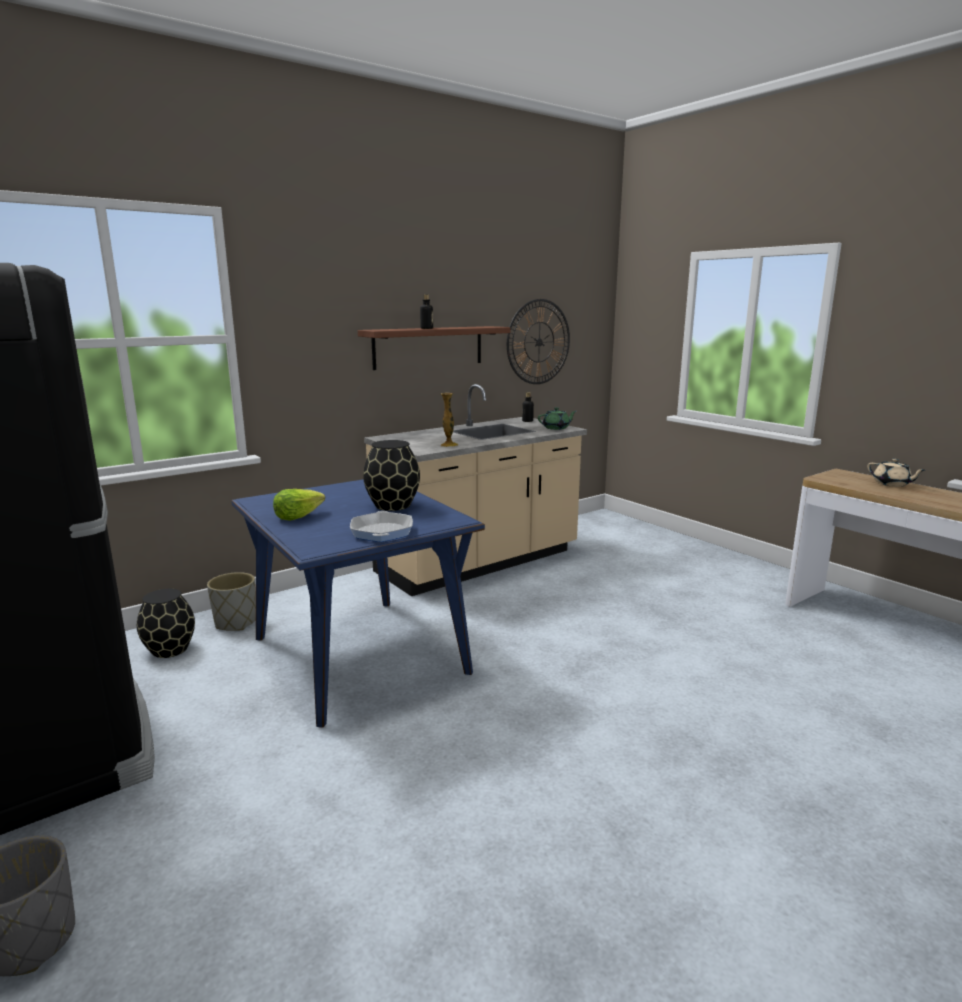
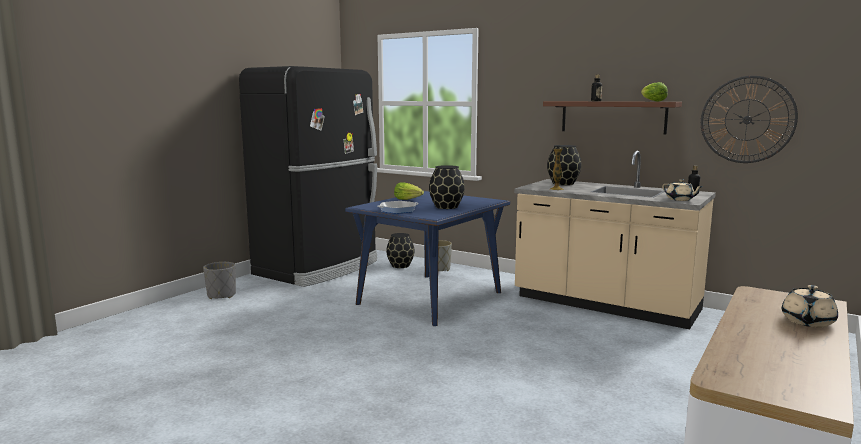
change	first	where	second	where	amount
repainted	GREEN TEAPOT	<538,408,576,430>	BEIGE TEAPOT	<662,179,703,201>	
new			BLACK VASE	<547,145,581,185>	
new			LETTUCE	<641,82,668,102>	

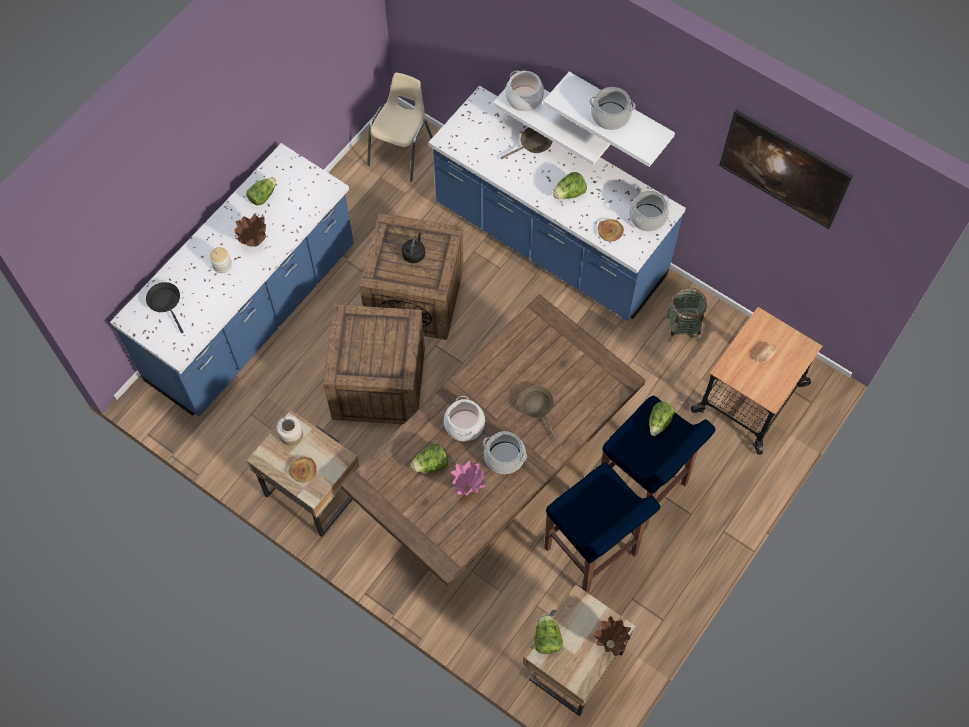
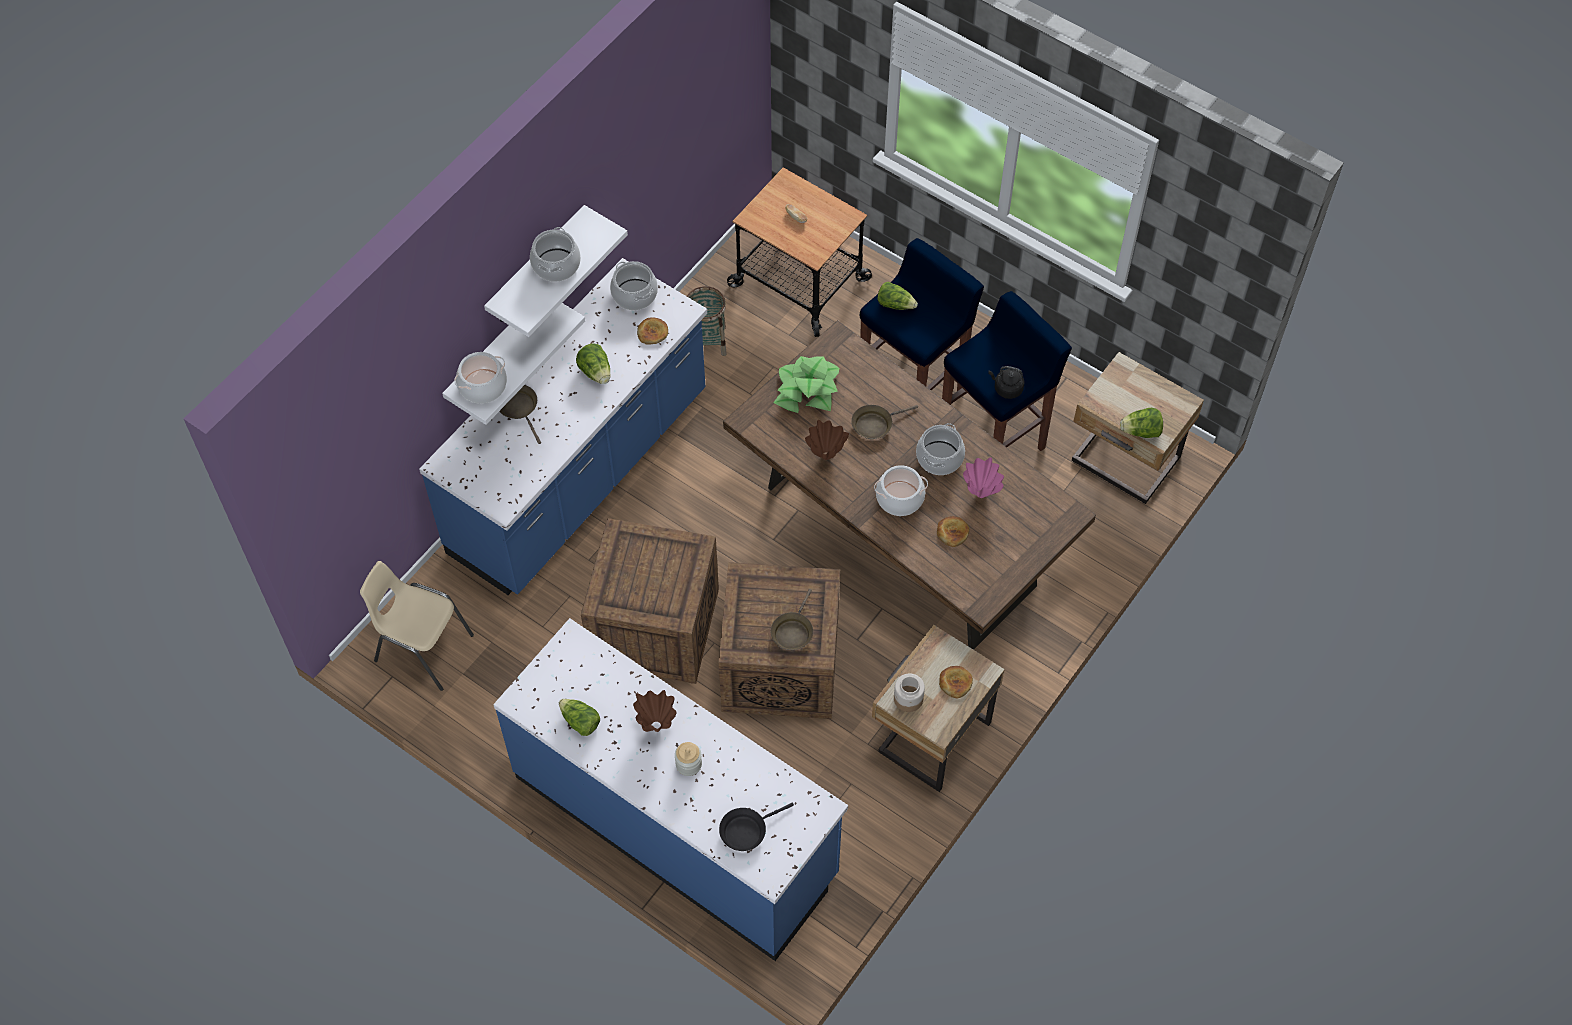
change	first	where	second	where	amount
shifted	BLACK KETTLE	<402,233,425,263>		<988,366,1025,399>	
swapped	LETTUCE	<411,444,448,473>	BREAD	<937,516,969,547>	
shifted	BROWN VASE	<594,616,631,656>		<805,420,849,460>	
gone	PICTURE	<719,110,853,229>			
new			BROWN FRYING PAN	<771,589,813,650>	
new			POTTED PLANT	<774,356,839,413>	

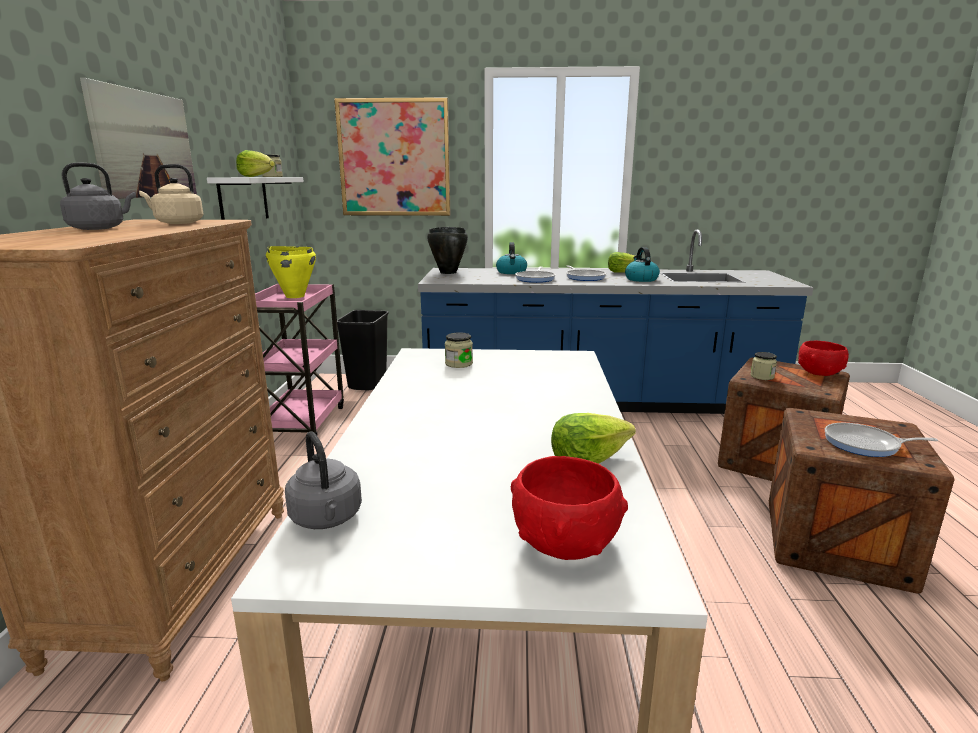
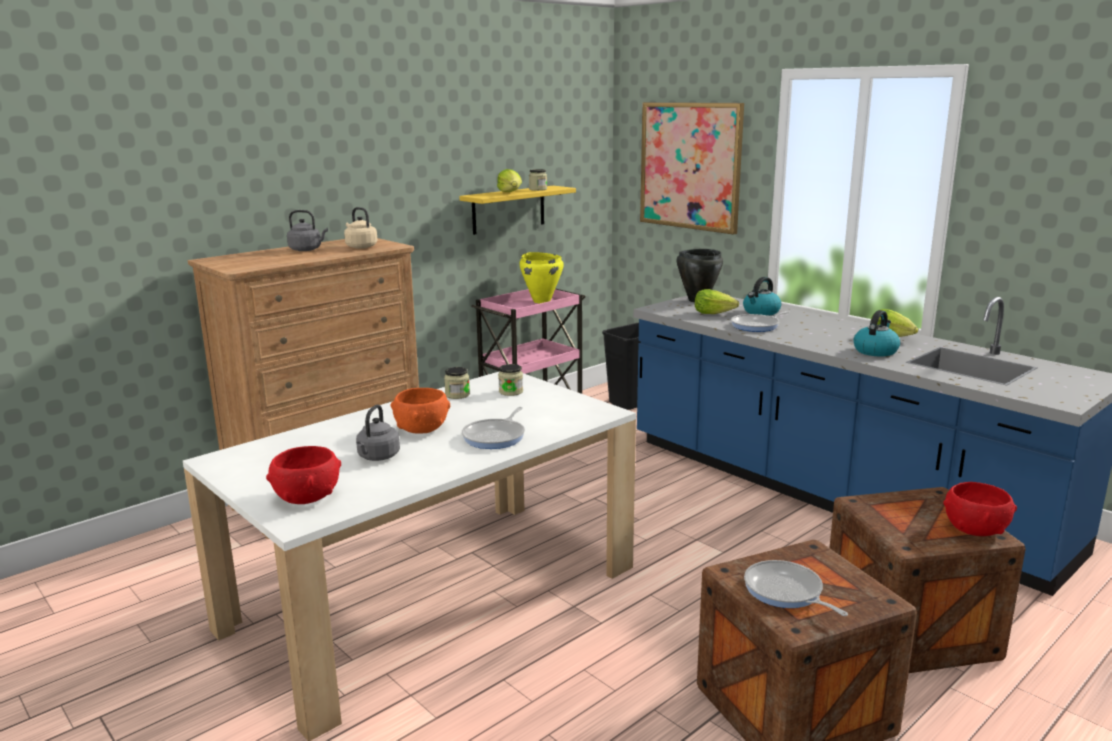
change	first	where	second	where	amount
gone	PICTURE	<80,78,197,199>			
repainted	WHITE SHELF	<207,177,304,220>	YELLOW SHELF	<459,186,576,235>	
shifted	GREY KETTLE	<285,432,362,529>		<356,405,400,461>	
shifted	LETTUCE	<551,413,636,464>		<695,289,739,314>	
shifted	FRYING PAN	<566,265,606,281>		<462,407,525,449>	
shifted	JAR	<751,352,777,380>		<444,367,470,399>	
new			ORANGE BOWL	<391,388,450,433>	

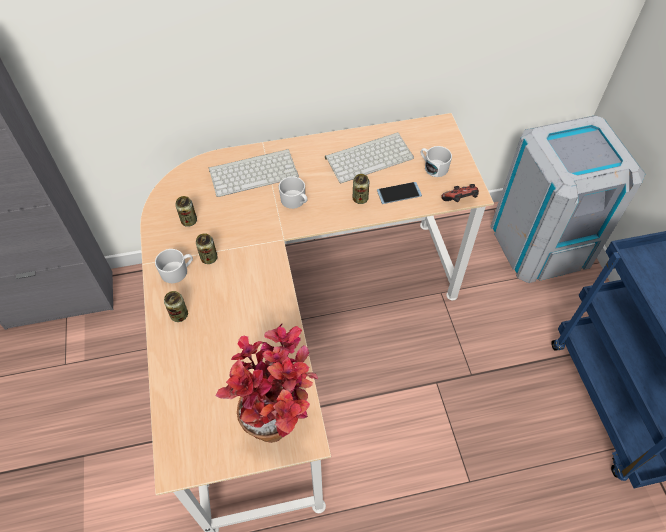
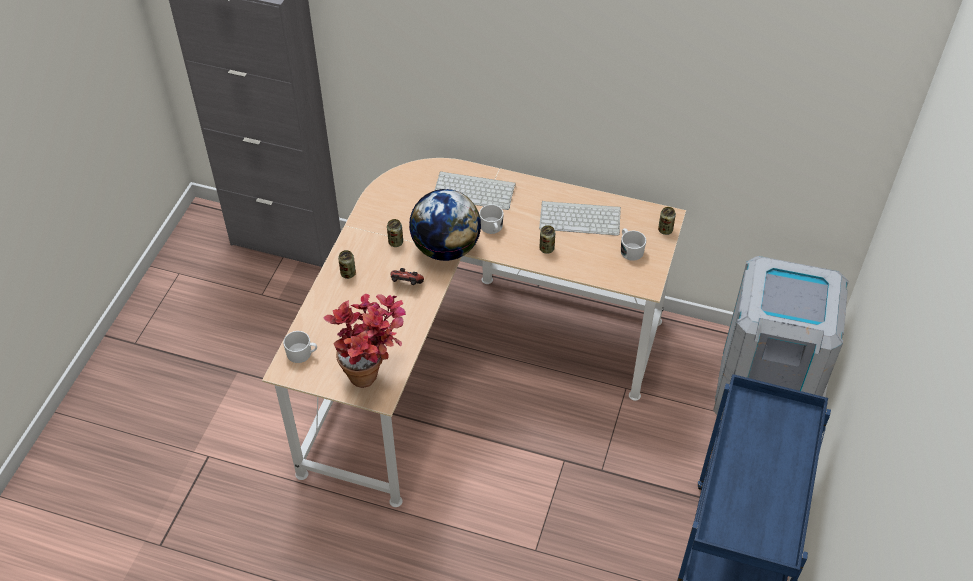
change	first	where	second	where	amount
shifted	WHITE MUG	<155,249,193,283>		<283,331,317,363>	
shifted	CAN	<175,196,197,227>		<658,207,676,235>	
gone	PHONE	<377,182,422,204>			
shifted	GAME CONTROLLER	<441,184,479,202>		<390,268,424,285>	
new			GLOBE	<409,189,481,261>	

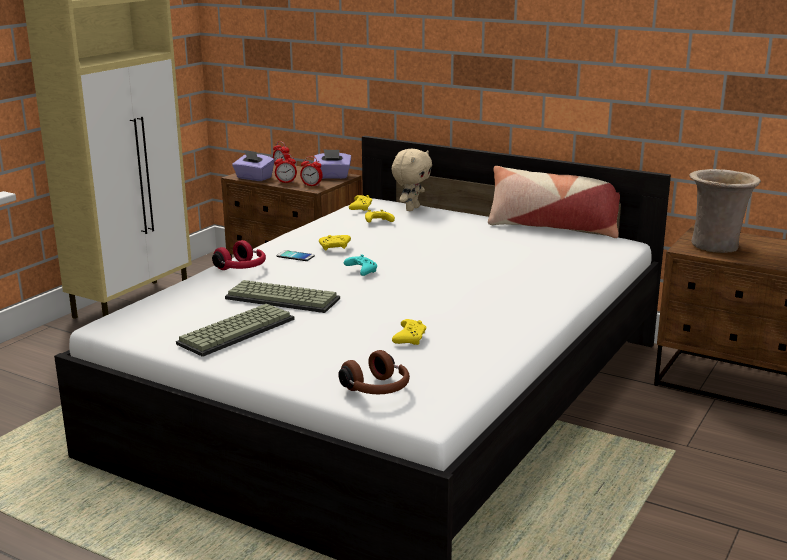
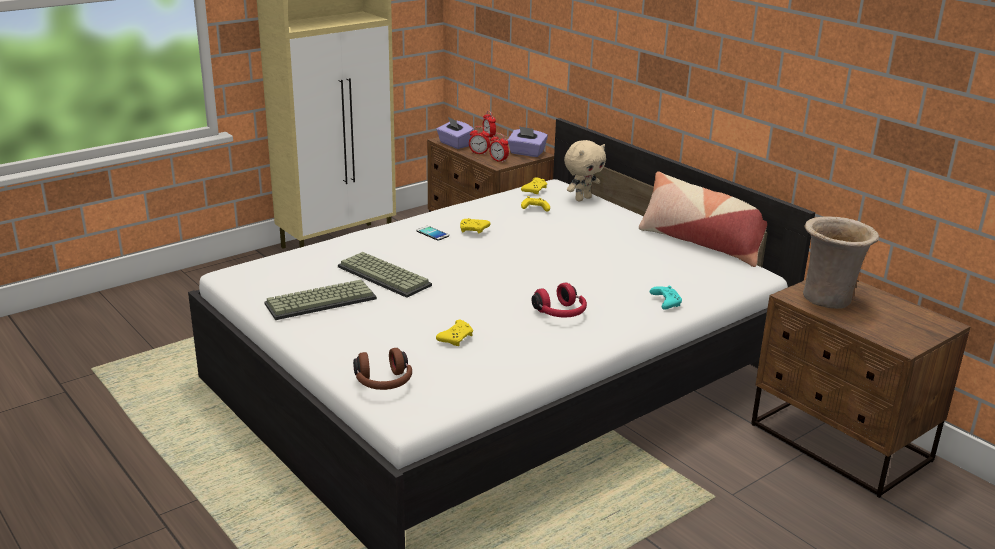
change	first	where	second	where	amount
shifted	RED HEADPHONES	<212,240,266,270>		<532,283,587,318>	
shifted	TURQUOISE GAME CONTROLLER	<344,254,377,276>		<650,286,682,310>	

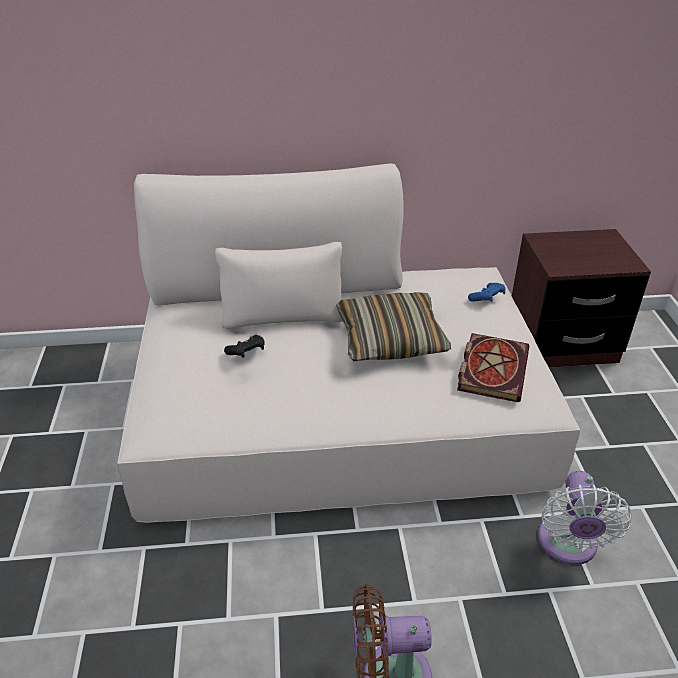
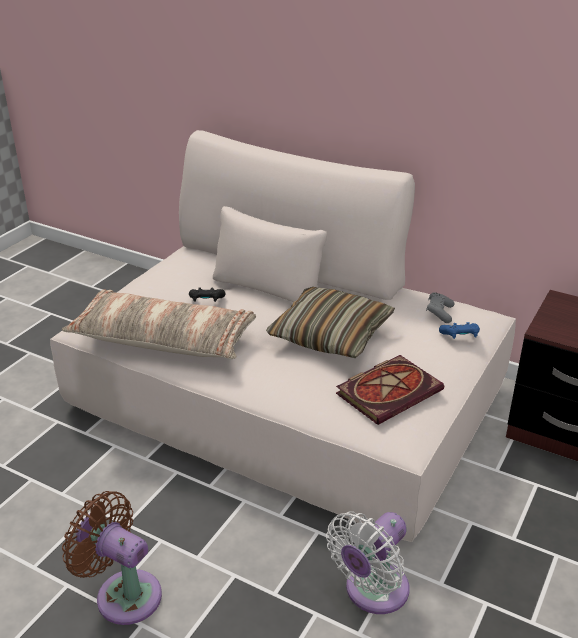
change	first	where	second	where	amount
new			PILLOW	<62,289,256,359>	
new			GREY GAME CONTROLLER	<426,292,454,323>	

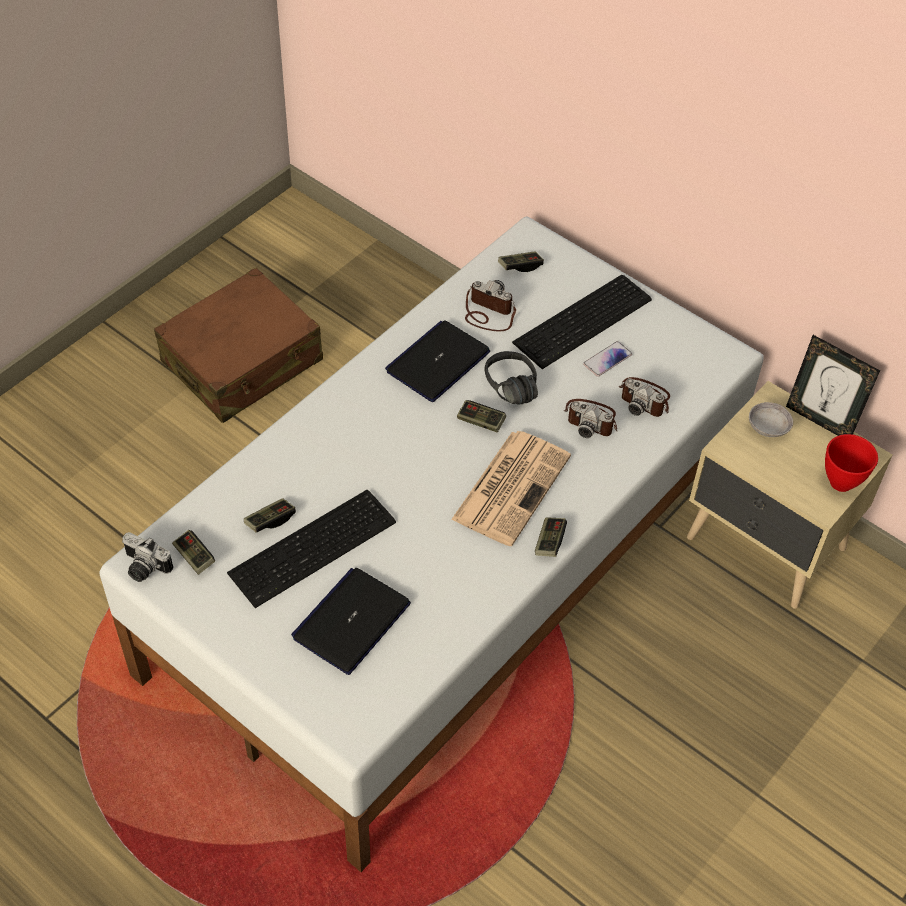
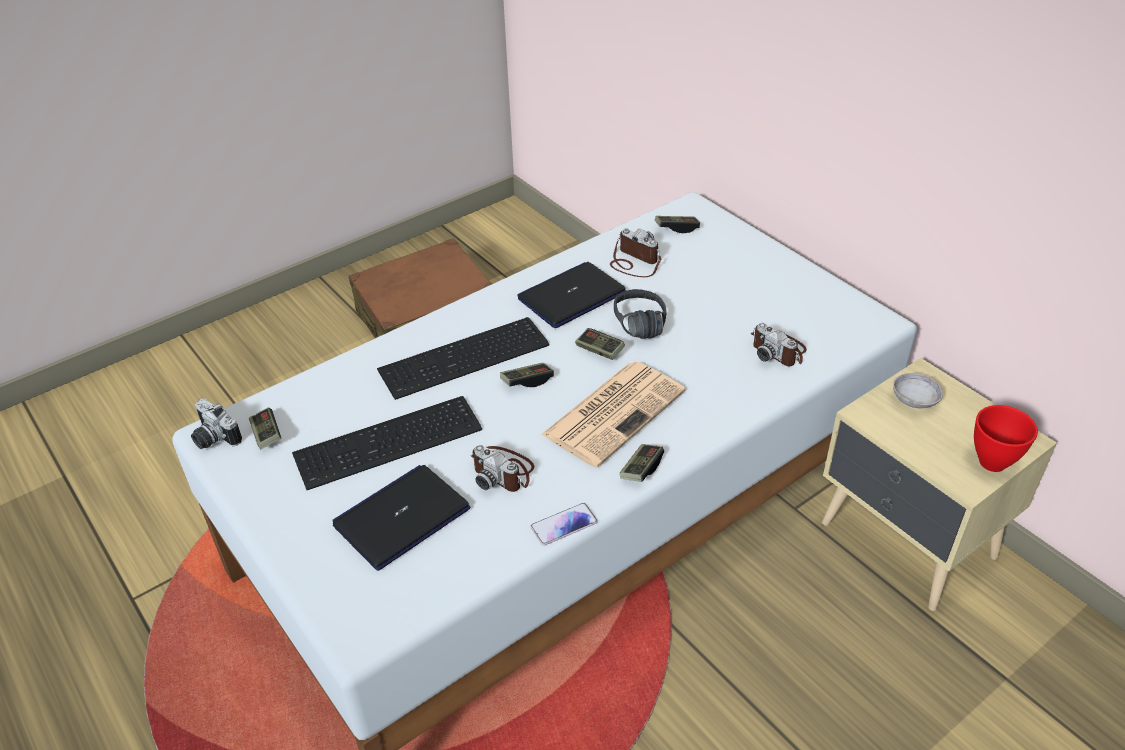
change	first	where	second	where	amount
shifted	GAME CONTROLLER	<244,499,296,533>		<500,363,554,387>	
shifted	KEYBOARD	<512,275,652,369>		<377,317,549,400>	
shifted	PHOTO CAMERA	<563,399,618,438>		<471,445,534,492>	
shifted	PHONE	<583,341,632,377>		<530,503,598,546>	
gone	PICTURE FRAME	<786,335,880,436>			

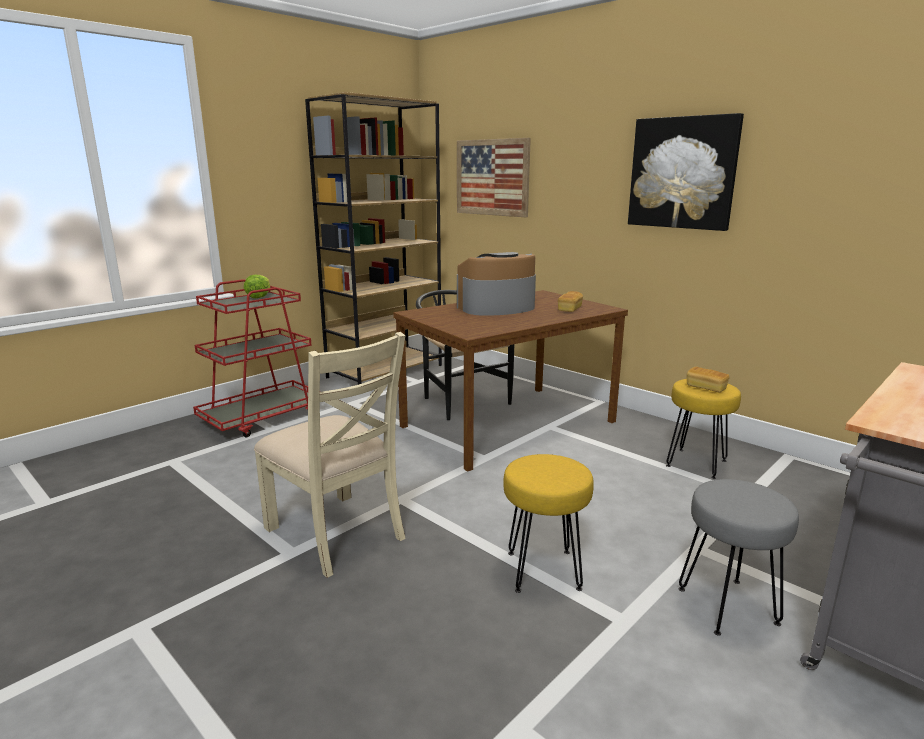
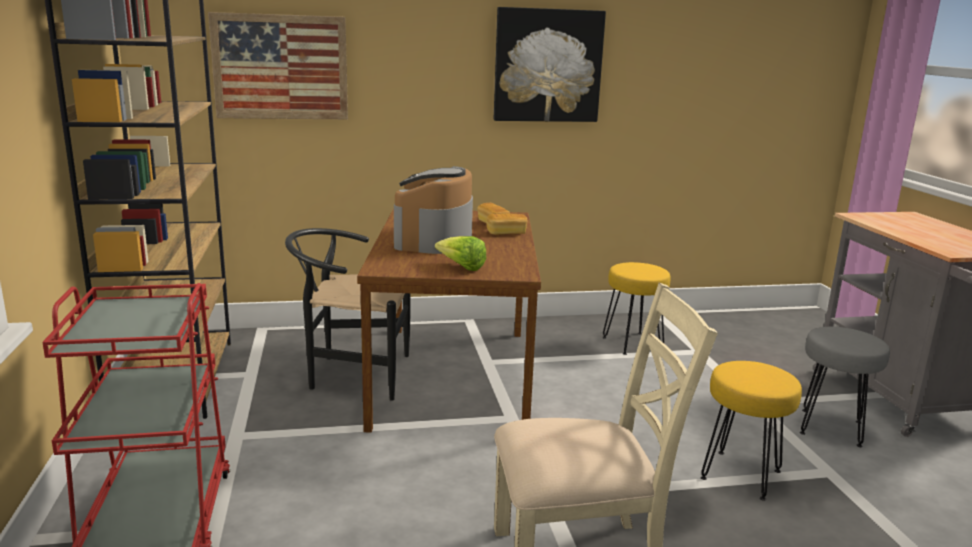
change	first	where	second	where	amount
shifted	LETTUCE	<244,275,270,298>		<435,236,486,271>	
shifted	BREAD	<687,367,729,393>		<487,213,528,235>	

